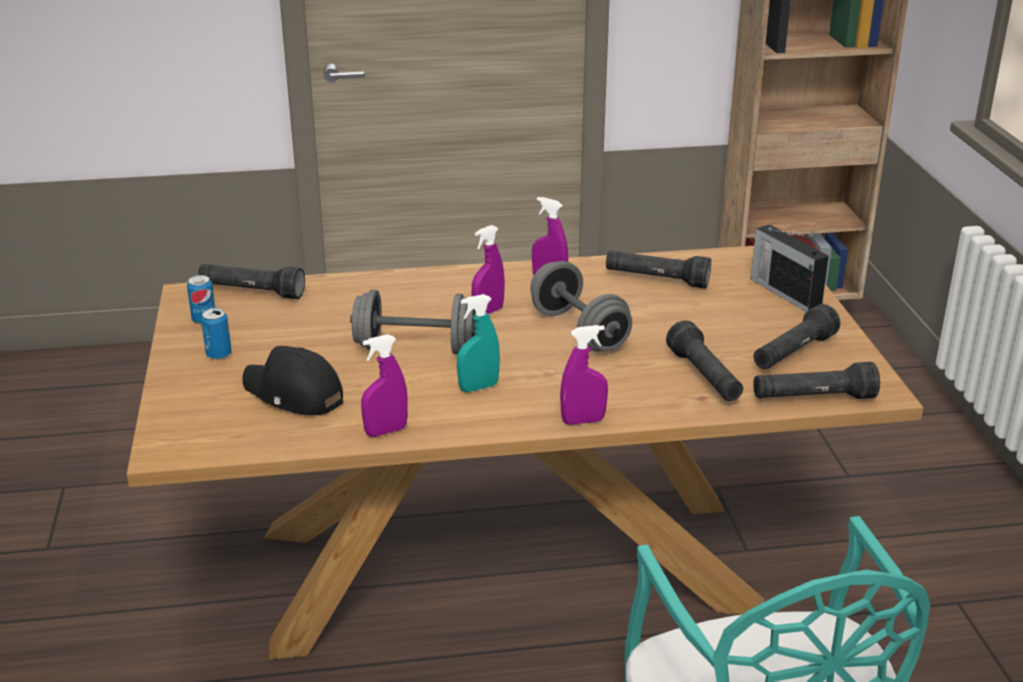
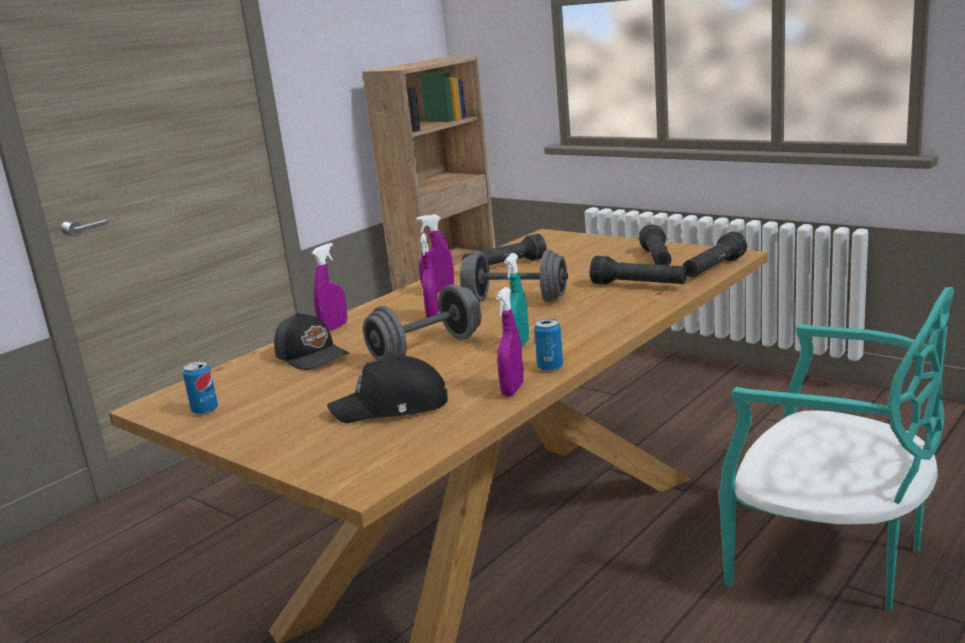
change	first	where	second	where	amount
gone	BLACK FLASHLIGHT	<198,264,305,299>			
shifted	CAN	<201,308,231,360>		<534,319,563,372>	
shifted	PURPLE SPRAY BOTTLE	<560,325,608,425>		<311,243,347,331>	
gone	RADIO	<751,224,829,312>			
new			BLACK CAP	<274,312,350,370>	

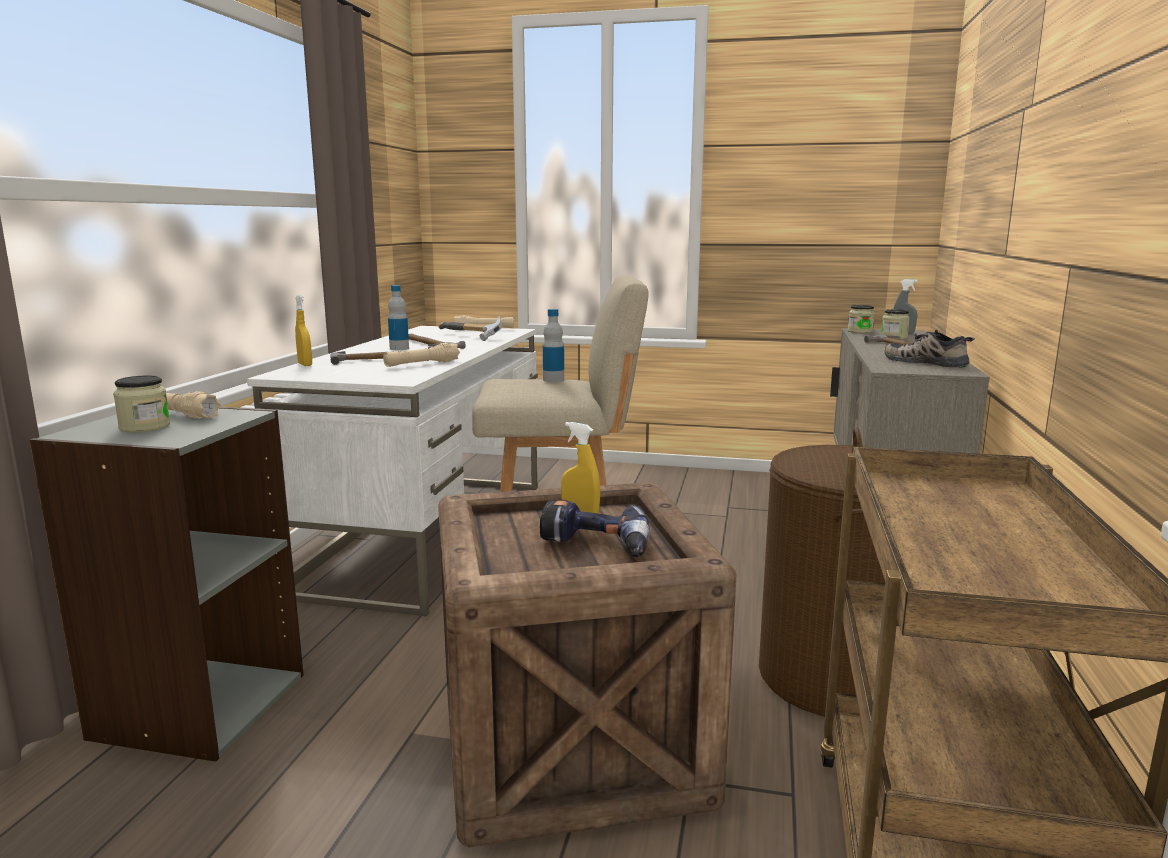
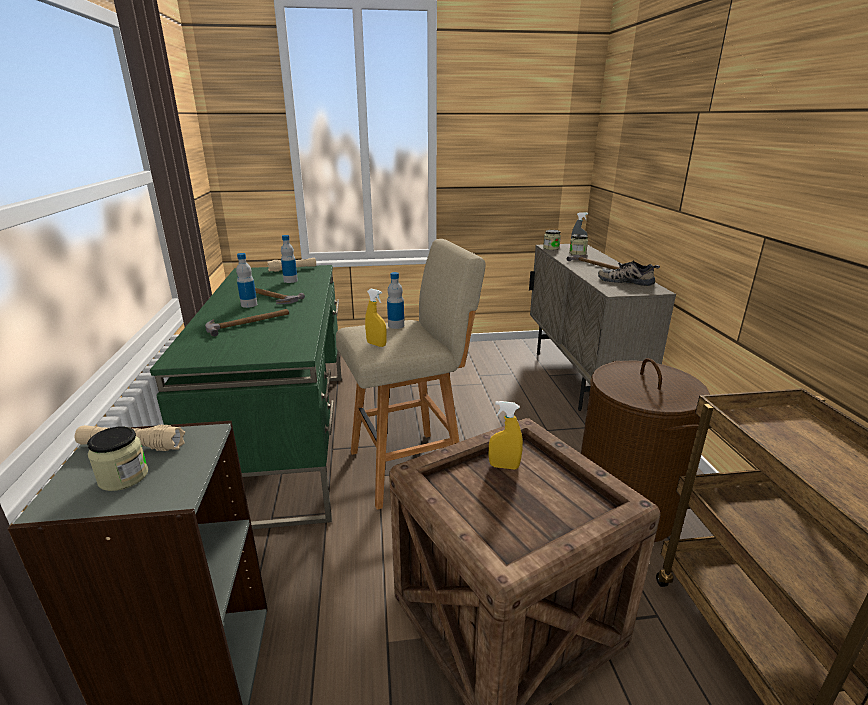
change	first	where	second	where	amount
repainted	WHITE DESK	<247,326,538,616>	GREEN DESK	<150,265,342,529>	
shifted	YELLOW SPRAY BOTTLE	<295,295,312,366>		<365,289,387,347>	
gone	BEIGE FLASHLIGHT	<383,343,460,367>			
swapped	HAMMER	<439,315,502,341>	BOTTLE	<281,235,298,283>	
gone	POWER DRILL	<540,500,650,557>			

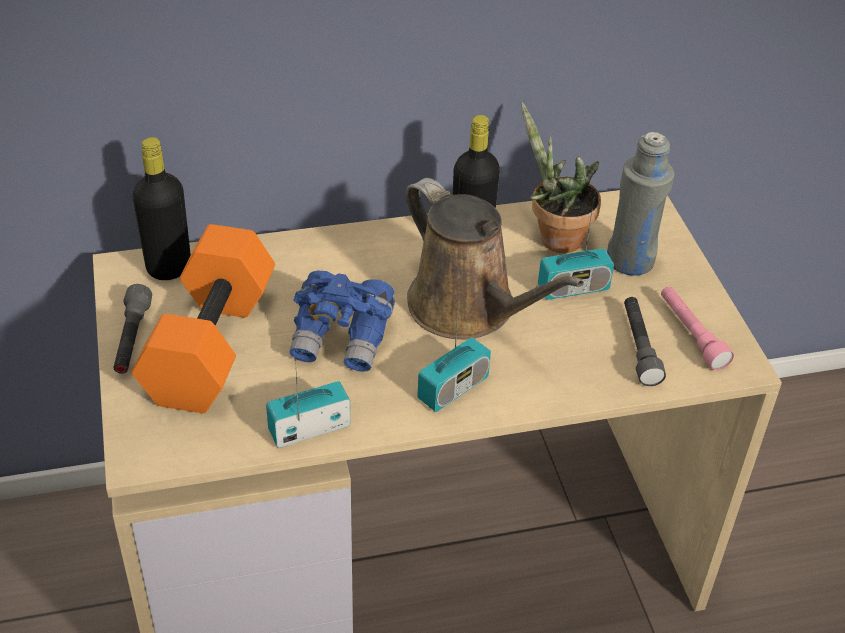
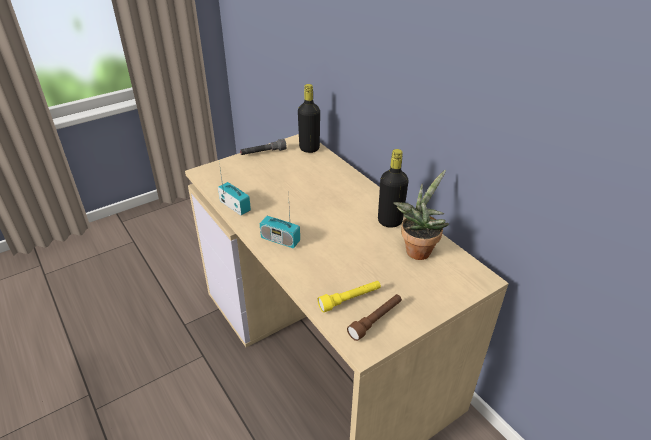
change	first	where	second	where	amount
gone	ORANGE DUMBBELL	<132,224,275,413>			
gone	BLUE BINOCULARS	<289,271,395,372>			
gone	BROWN WATERING CAN	<405,178,584,339>			
gone	RADIO	<538,201,614,300>			
gone	GREY BOTTLE	<607,132,674,275>			
repainted	GREY FLASHLIGHT	<624,297,666,386>	YELLOW FLASHLIGHT	<318,281,381,313>	
repainted	PINK FLASHLIGHT	<661,286,734,370>	BROWN FLASHLIGHT	<347,294,402,341>	

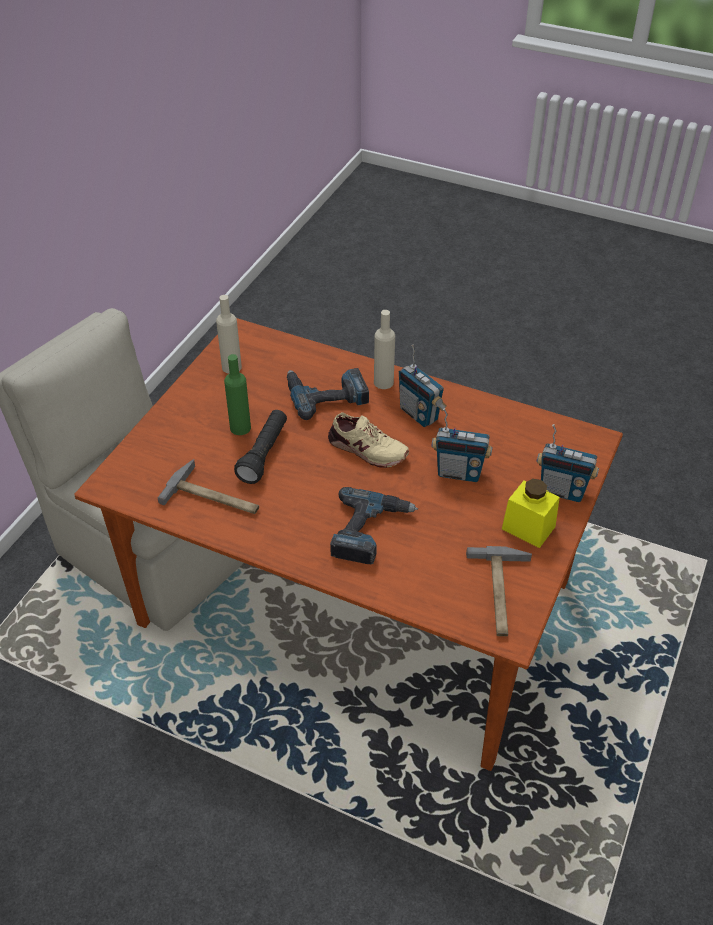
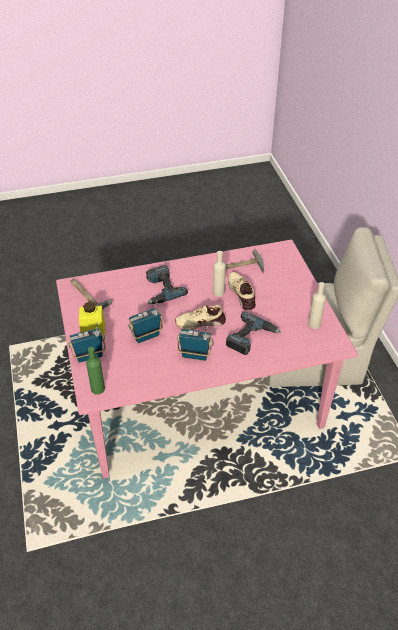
change	first	where	second	where	amount
repainted	BROWN DINING TABLE	<74,318,623,771>	PINK DINING TABLE	<56,240,358,479>	
shifted	GREEN BOTTLE	<224,354,251,435>		<86,347,105,395>	
swapped	BLACK FLASHLIGHT	<234,410,287,484>	BEIGE SHOE	<228,272,256,310>	
shifted	BEIGE BOTTLE	<374,310,395,389>		<213,251,226,297>	

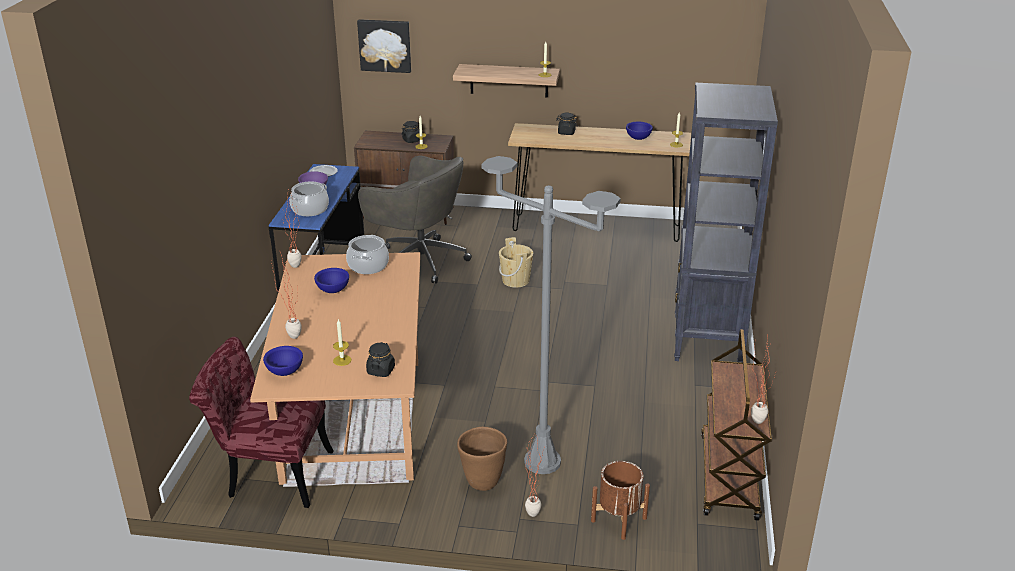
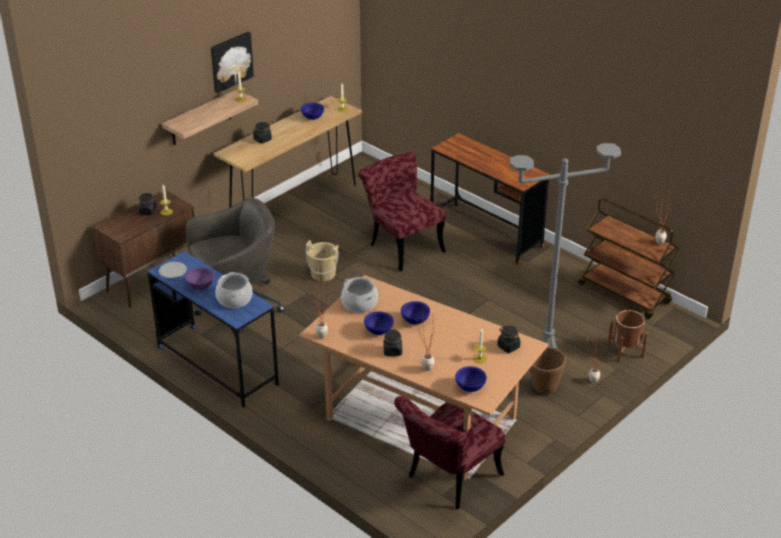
change	first	where	second	where	amount
shifted	PICTURE	<357,19,411,73>		<211,32,254,93>	
swapped	BLACK BOOKCASE	<674,83,778,363>	BROWN DESK	<431,133,549,265>	
new			RED CHAIR	<358,152,446,271>	
new			BLACK JAR	<384,329,402,356>	
new			BLUE BOWL	<401,301,430,324>	

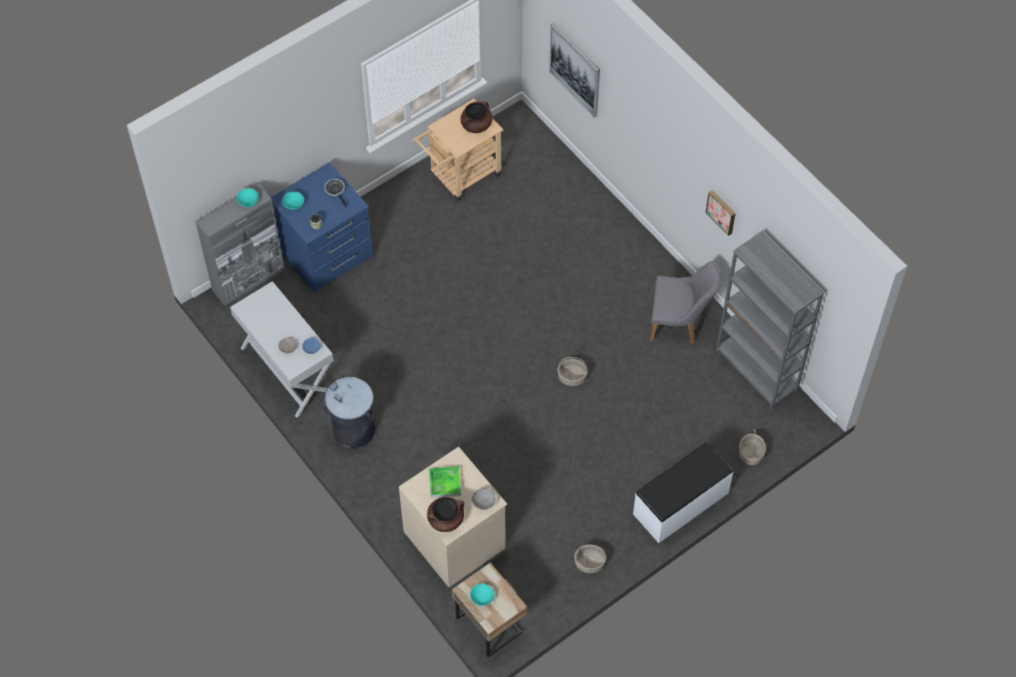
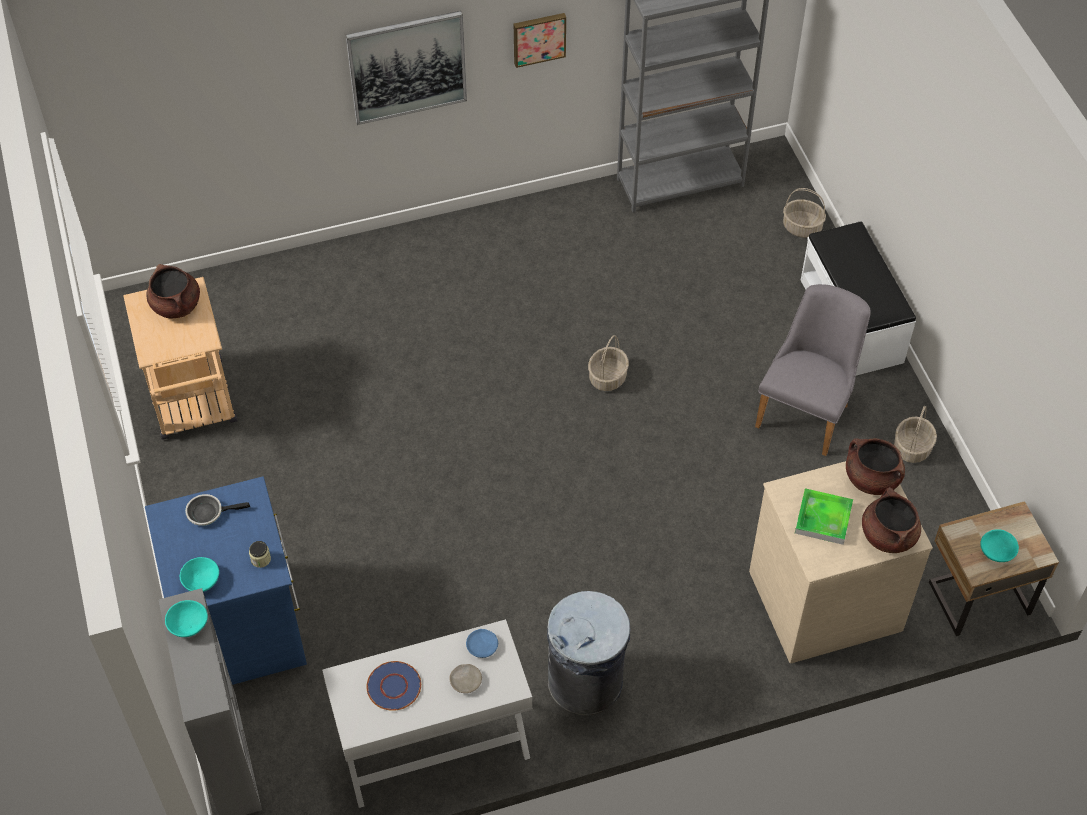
change	first	where	second	where	amount
swapped	GREY BOWL	<472,488,496,510>	BROWN COOKING POT	<846,438,905,495>	
shifted	PICTURE	<549,23,600,118>		<346,11,467,125>	
shifted	GREY CHAIR	<650,261,721,344>		<755,284,871,456>	
new			BLUE PLATE	<366,661,421,711>	

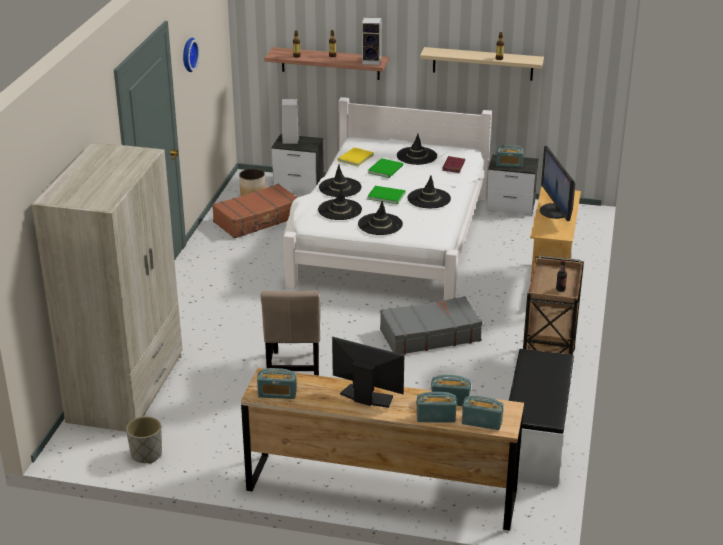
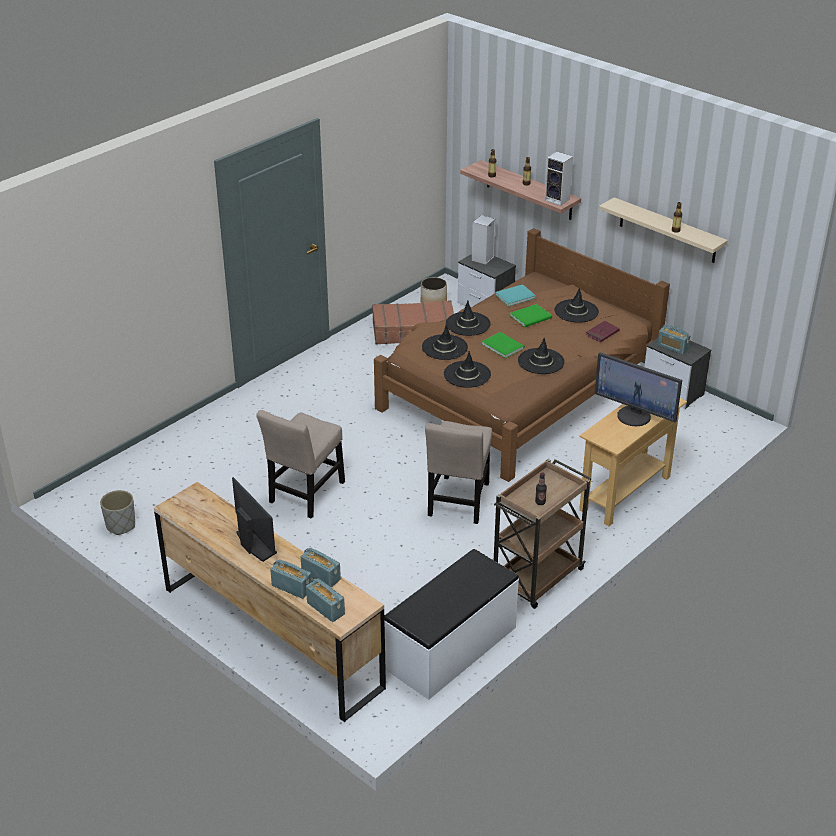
change	first	where	second	where	amount
gone	BEIGE WARDROBE	<32,142,182,432>			
gone	WALL CLOCK	<183,38,200,72>			
gone	RADIO	<257,368,297,399>			
repainted	WHITE BED	<284,97,492,300>	BROWN BED	<374,228,670,482>	
repainted	YELLOW BOOK	<338,147,374,166>	TURQUOISE BOOK	<495,284,536,306>	
swapped	GREY SUITCASE	<380,296,483,355>	BEIGE CHAIR	<425,421,492,524>	
rotated	MONITOR	<540,146,575,221>		<594,352,682,426>	75 degrees counterclockwise

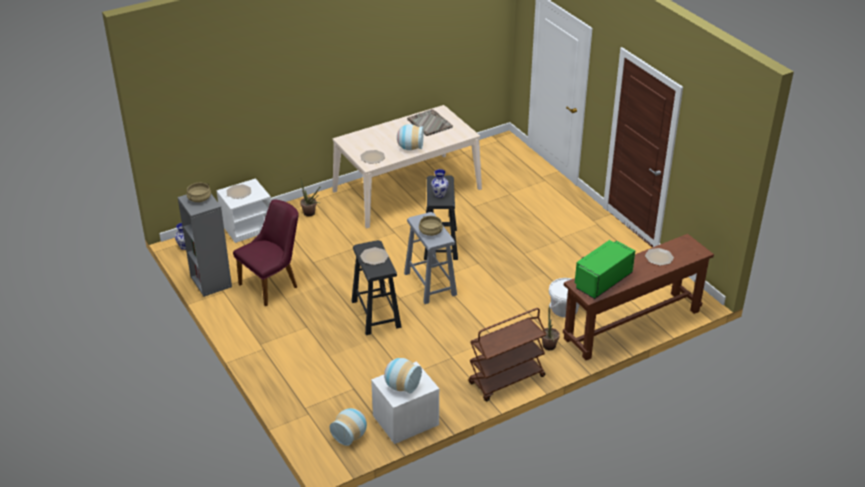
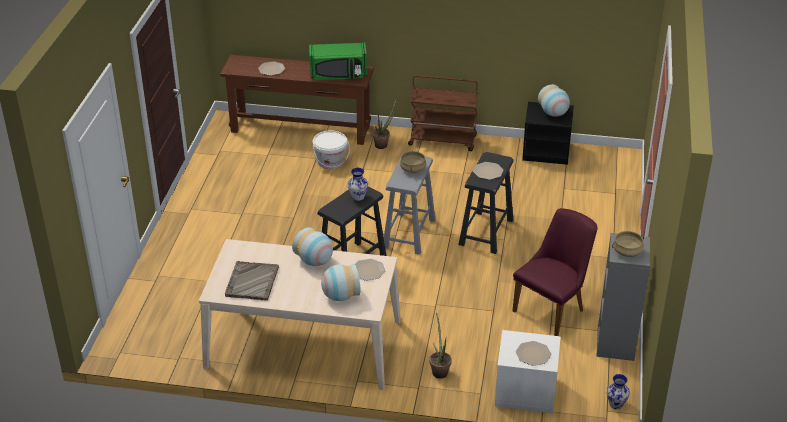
change	first	where	second	where	amount
rotated	PURPLE CHAIR	<233,200,299,306>		<512,208,598,336>	135 degrees clockwise
shifted	VASE	<330,408,367,446>		<321,264,360,301>	
repainted	WHITE NIGHTSTAND	<371,361,440,444>	BLACK NIGHTSTAND	<522,102,574,165>	

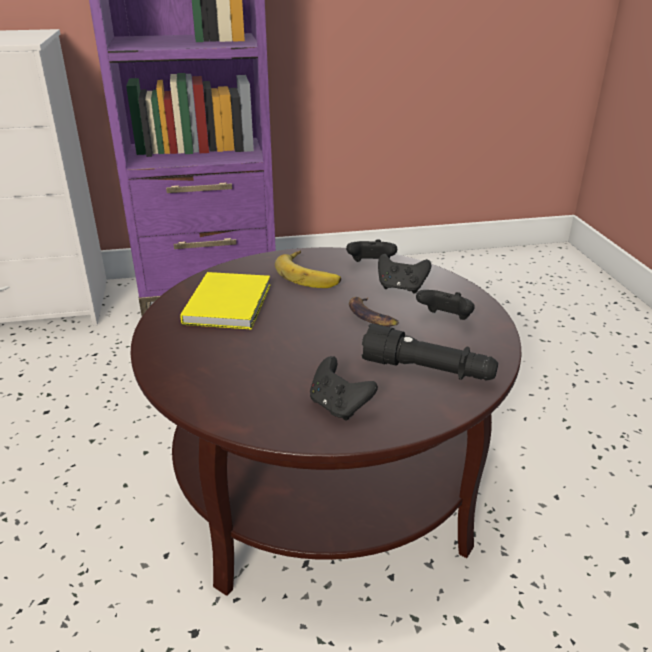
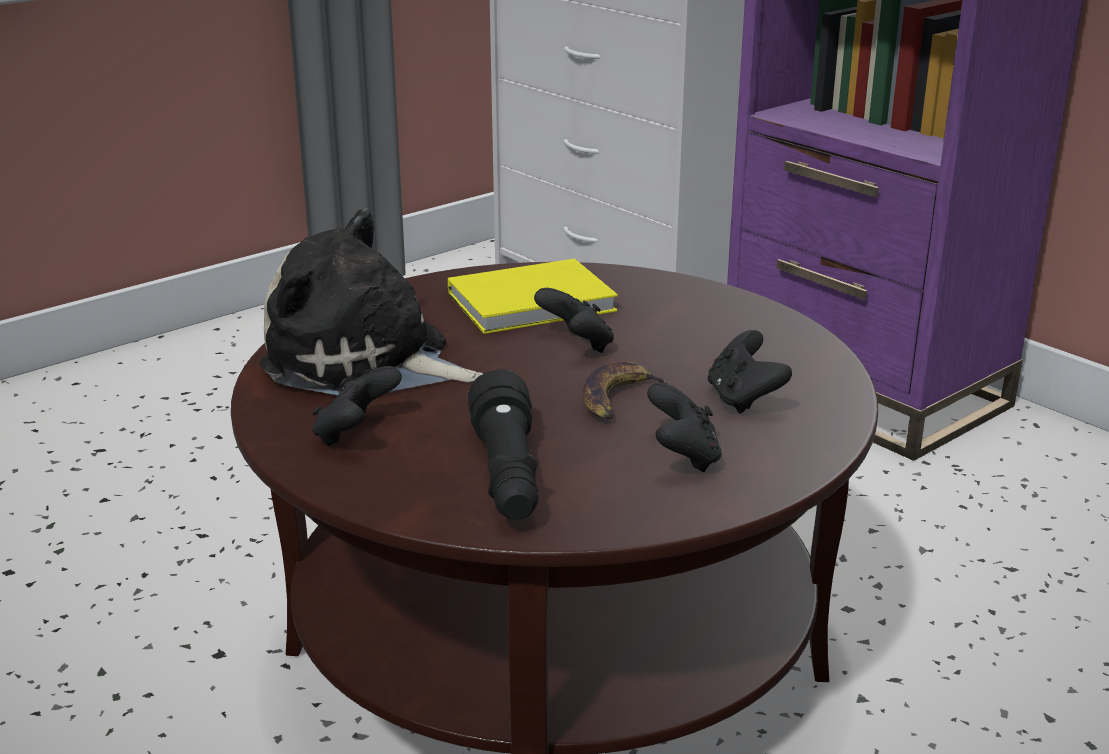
change	first	where	second	where	amount
gone	BANANA	<275,250,341,288>			
shifted	BLACK GAME CONTROLLER	<346,239,397,262>		<534,288,614,353>	
new			PLUSH TOY	<259,209,483,395>	

